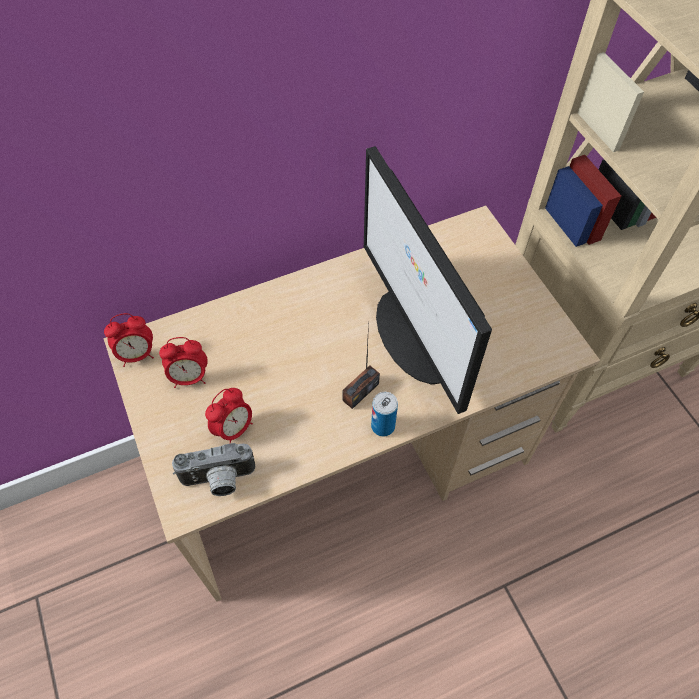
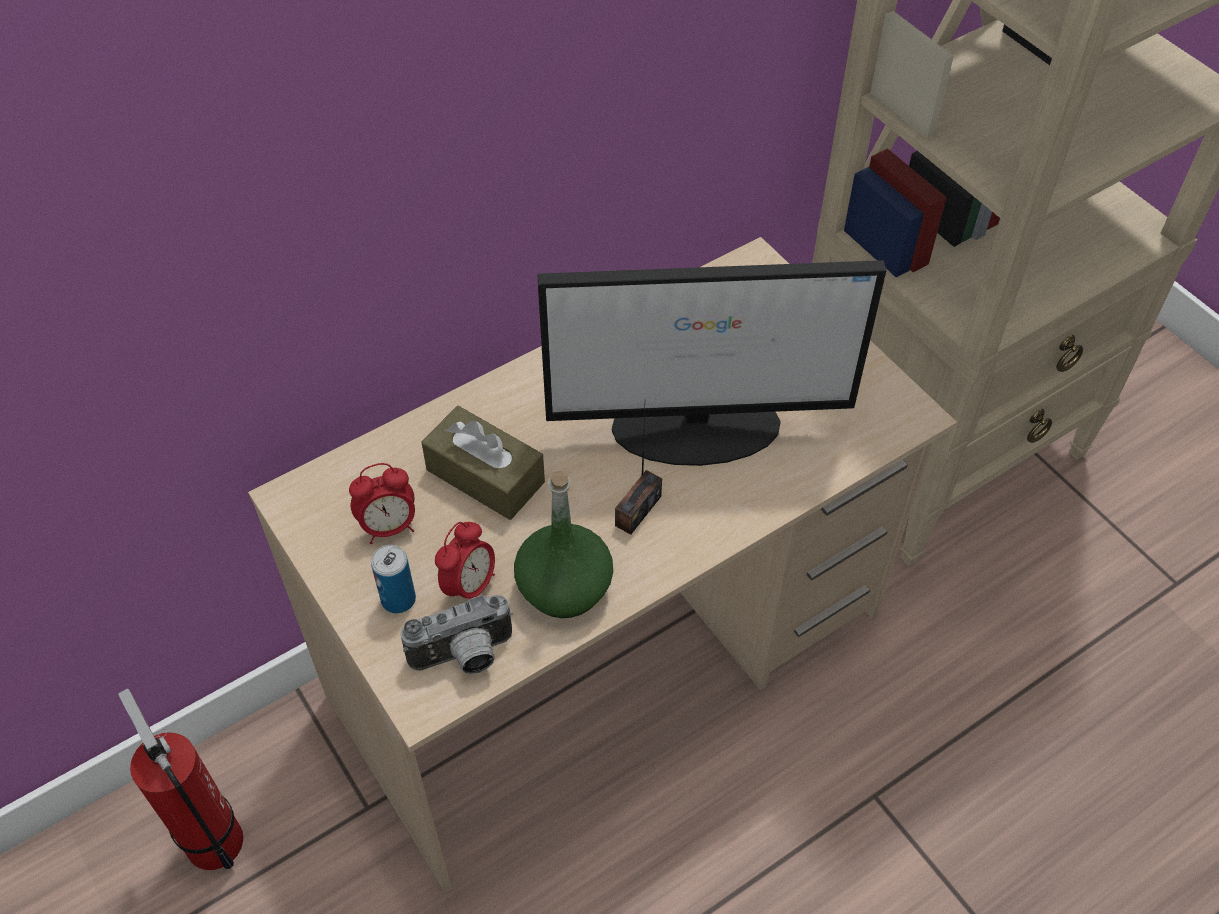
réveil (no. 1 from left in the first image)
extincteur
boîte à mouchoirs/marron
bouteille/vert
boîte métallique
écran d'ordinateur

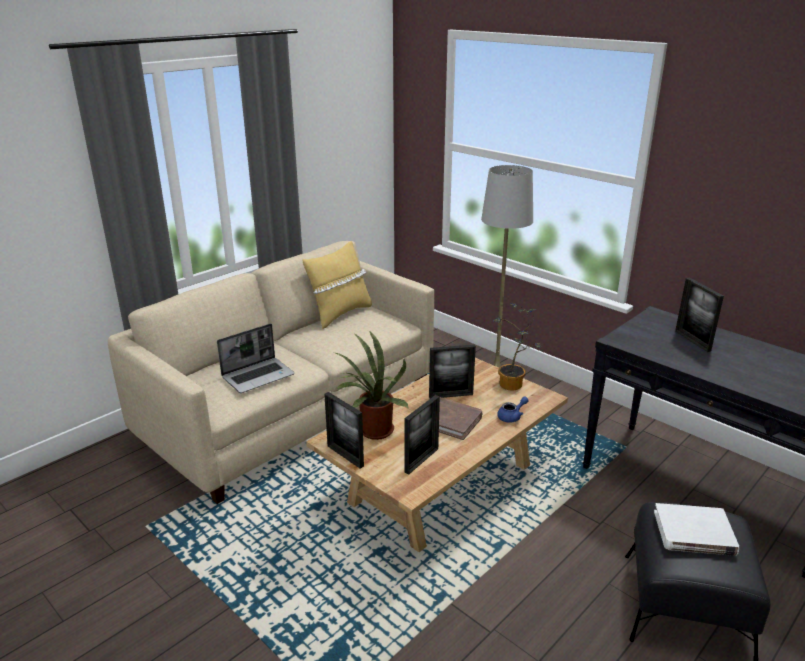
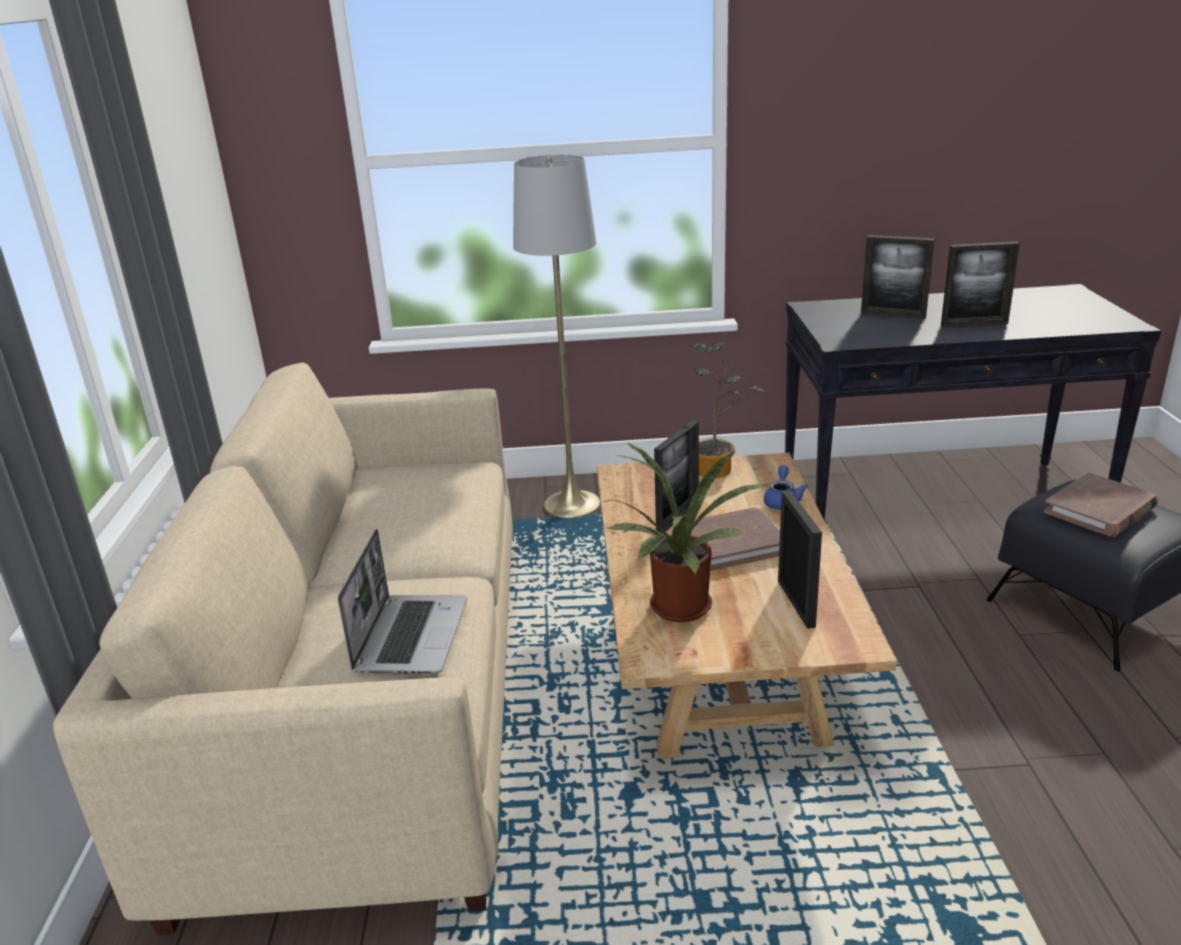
coussin/jaune
cadre photo (no. 4 from left)
livre/marron (no. 2 from left)

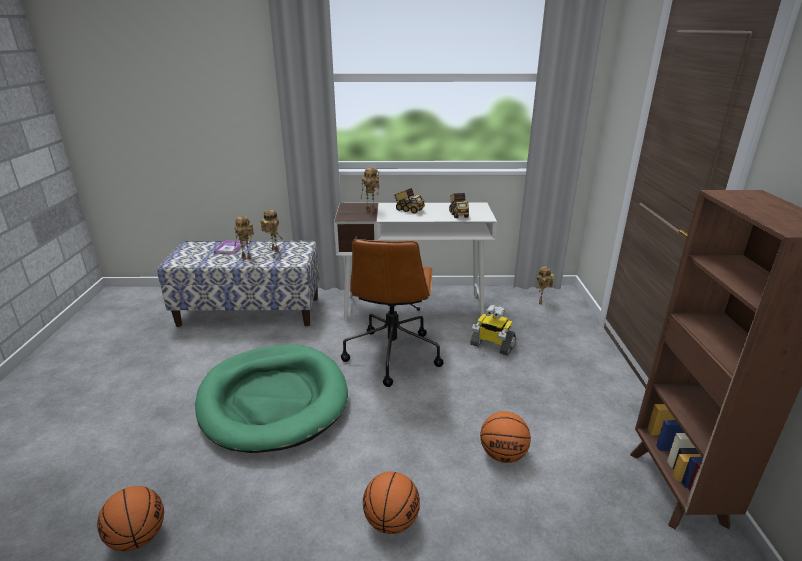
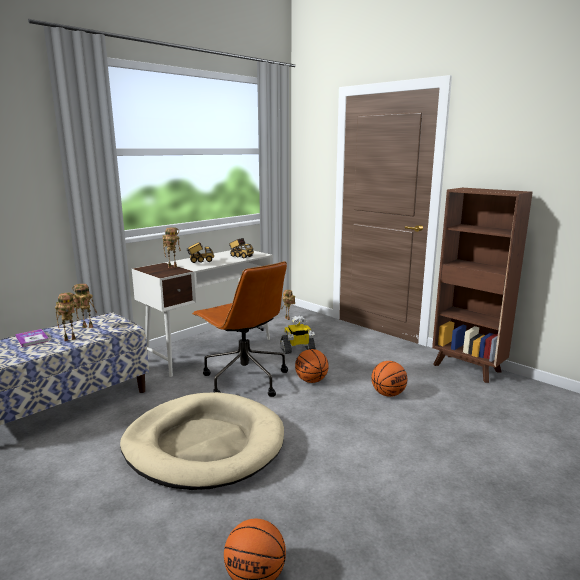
ballon de basket (no. 2 from left)
panier pour chien/beige

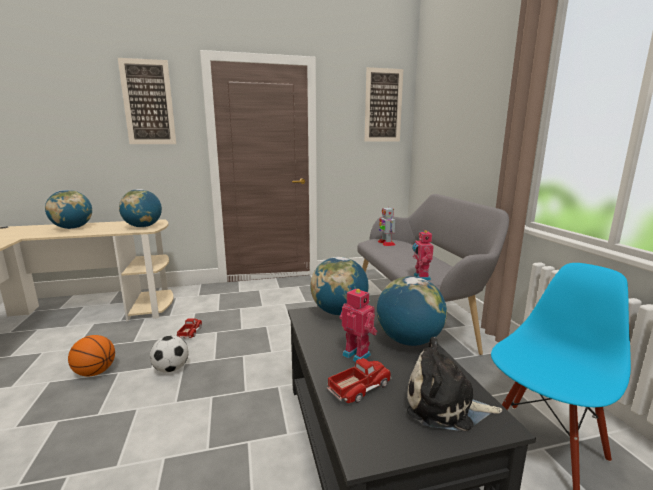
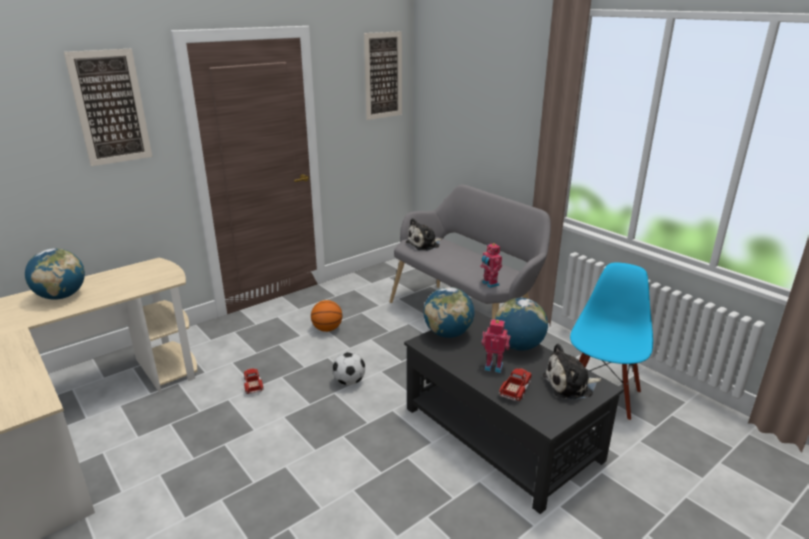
globe (no. 2 from left in the first image)
ballon de basket
ballon de foot
peluche (no. 1 from left)

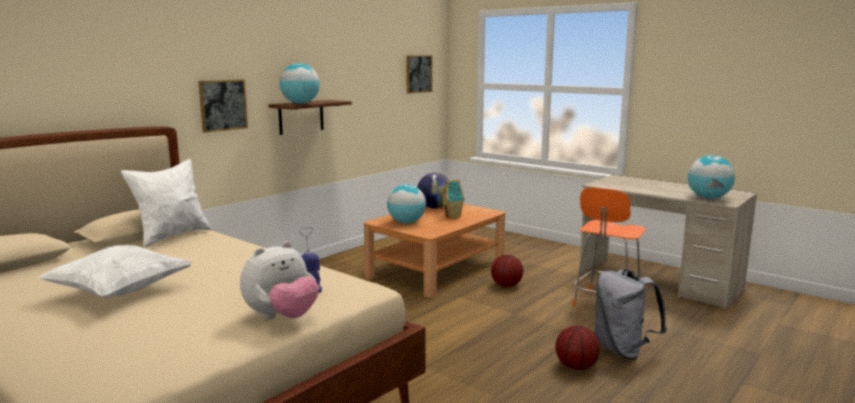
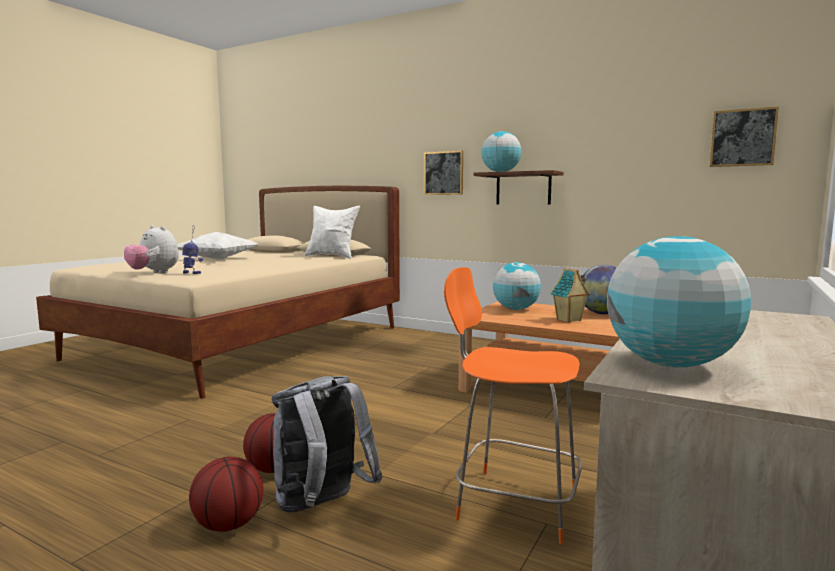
ballon de basket (no. 1 from left)

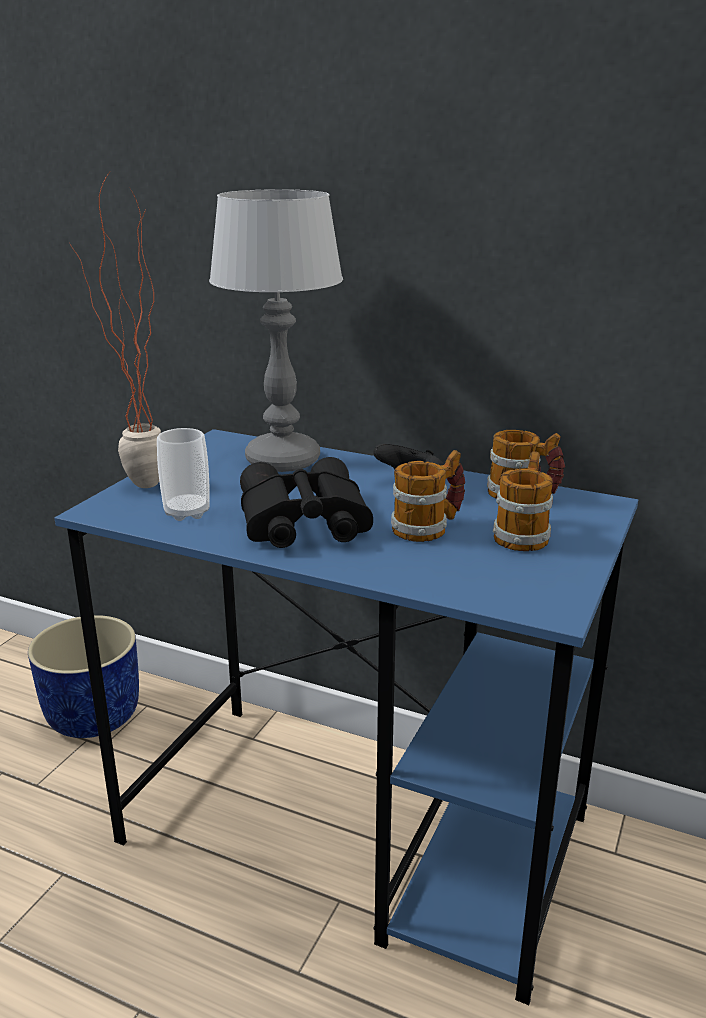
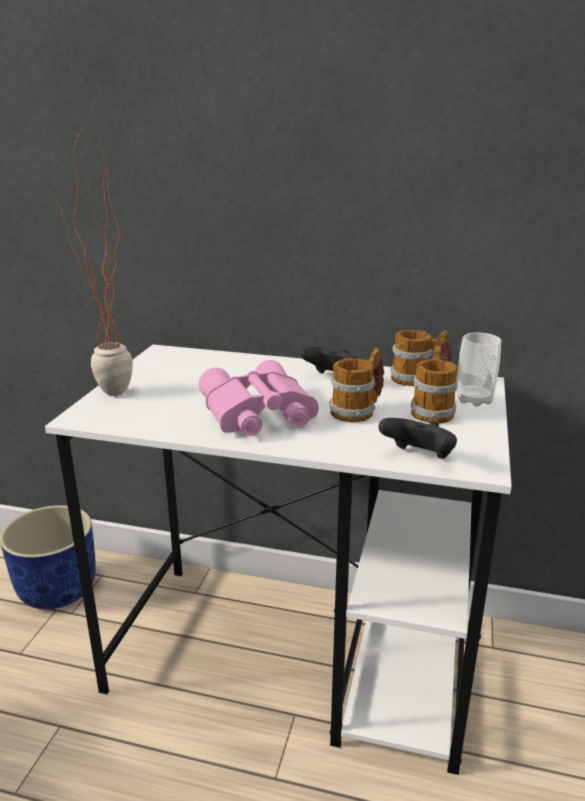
lampe de table
manette/noir (no. 2 from left)
tasse
bureau/blanc
jumelles/rose

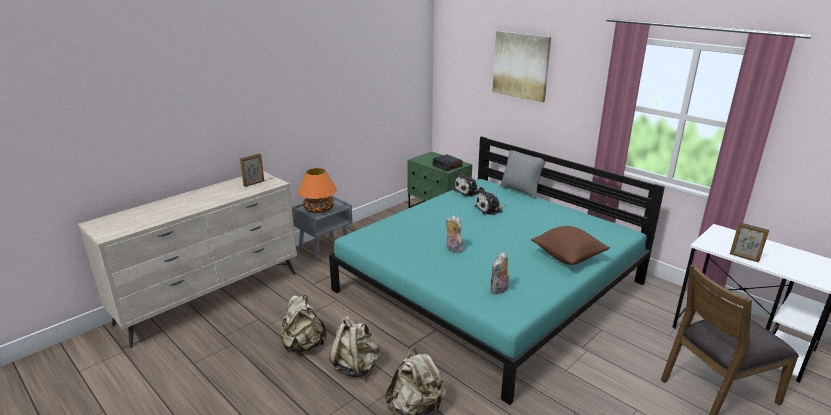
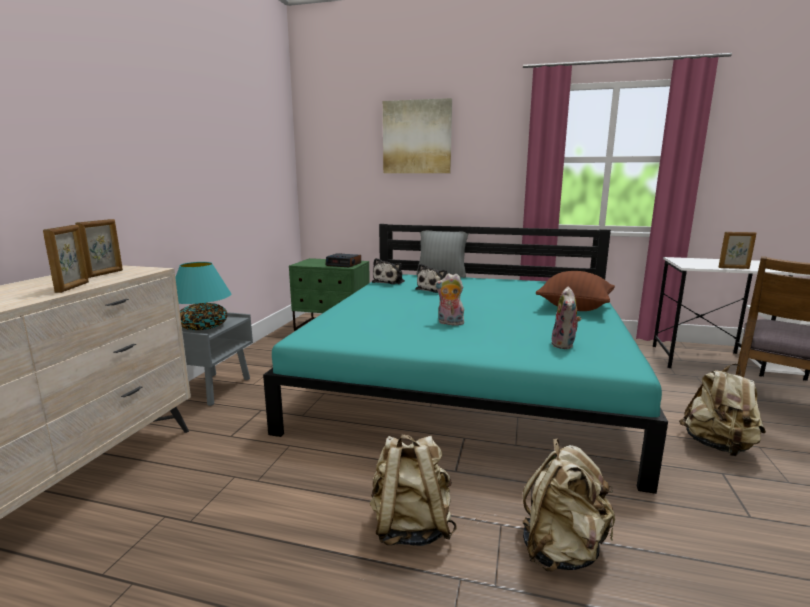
cadre photo (no. 1 from left)
sac à dos/beige (no. 3 from left)
lampe de table/turquoise

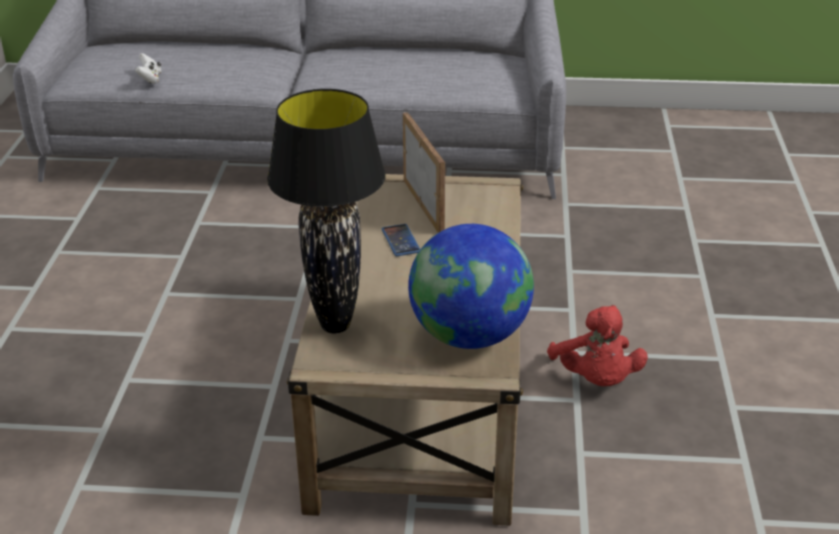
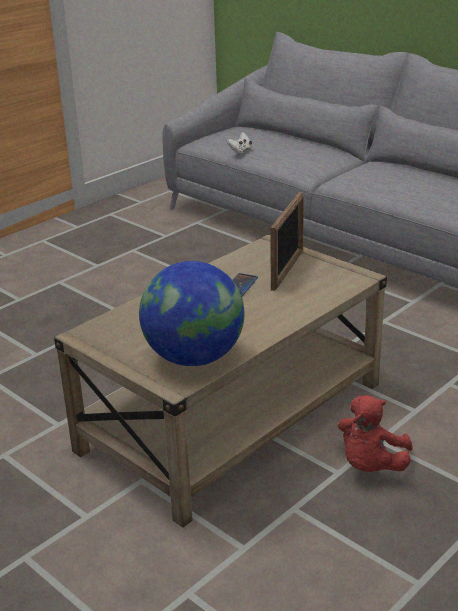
lampe de table/noir

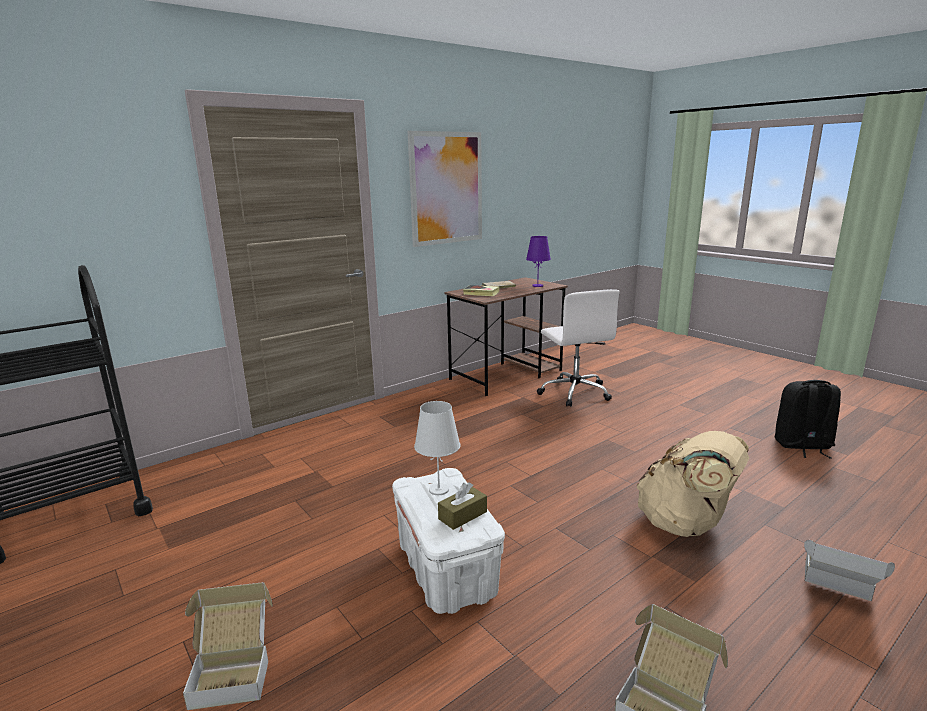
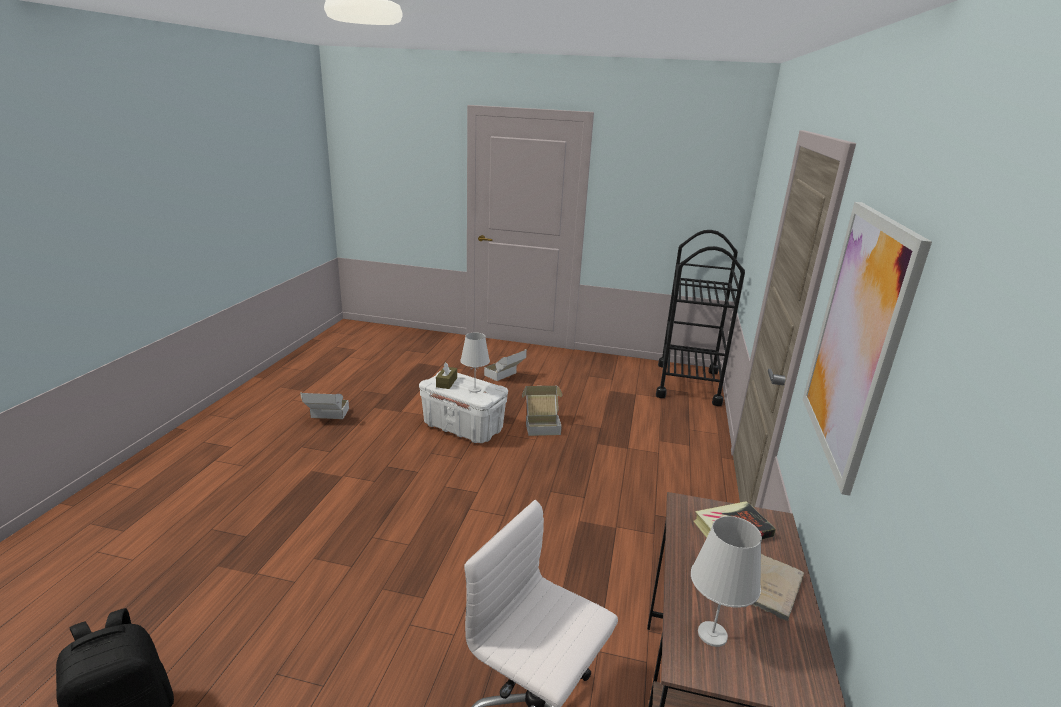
sac à dos/beige
carton (no. 3 from left)
lampe de table/blanc (no. 2 from left)

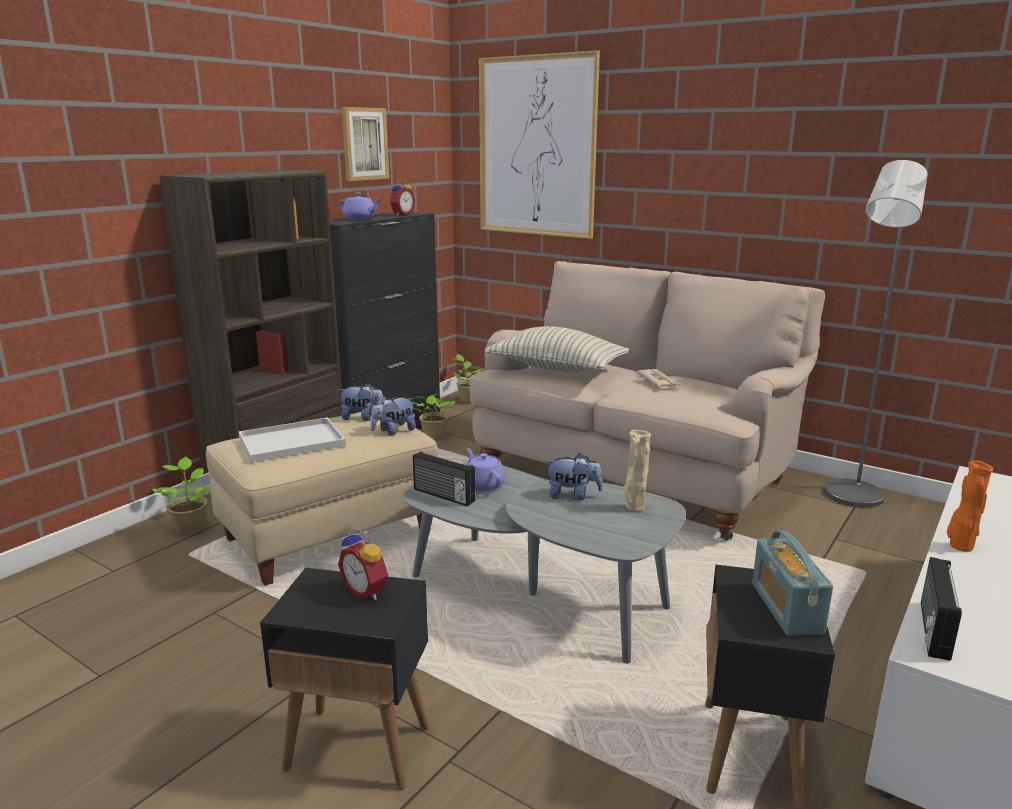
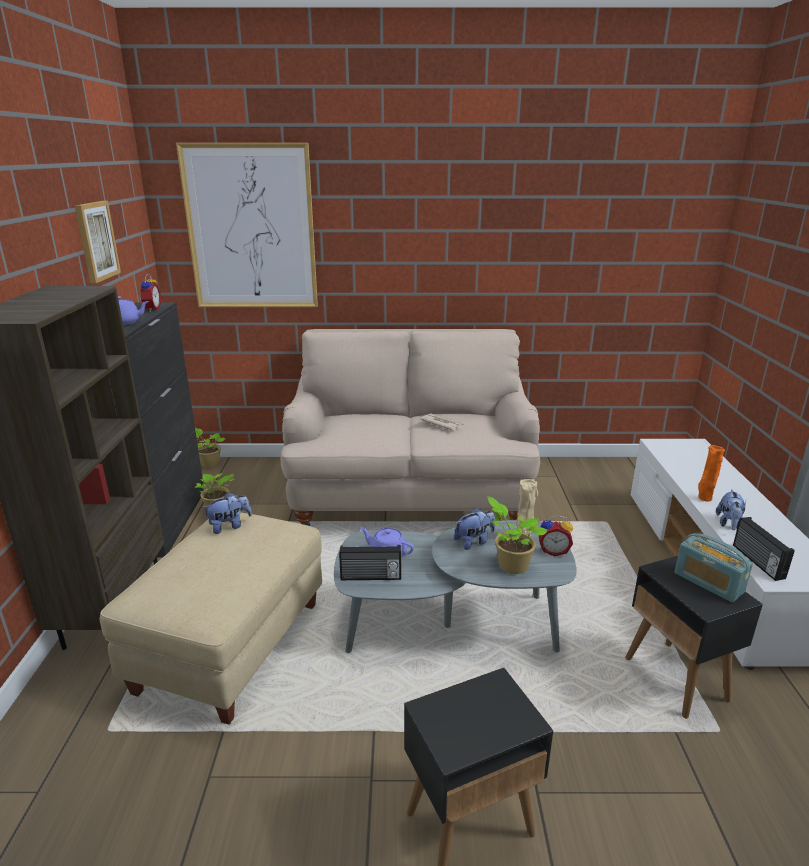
plateau/blanc
coussin
lampadaire/gris
plante en pot (no. 3 from left)
réveil (no. 2 from left)
peluche (no. 3 from left)

